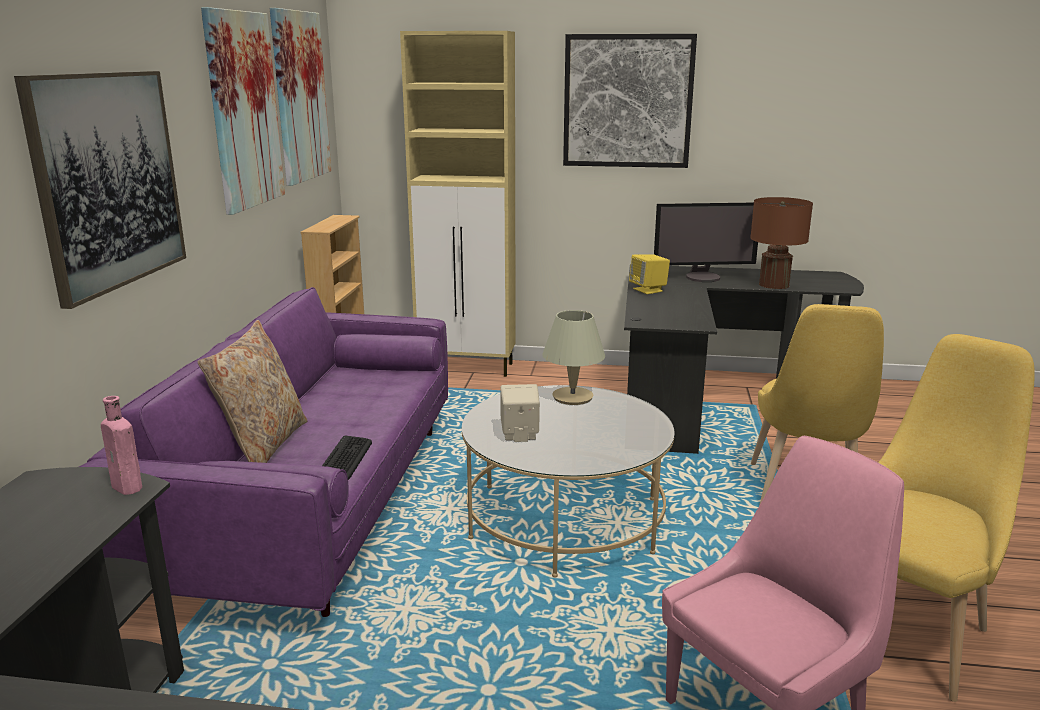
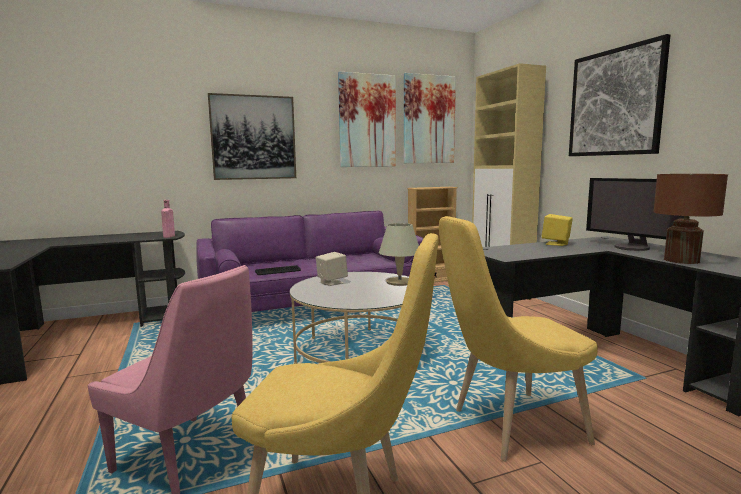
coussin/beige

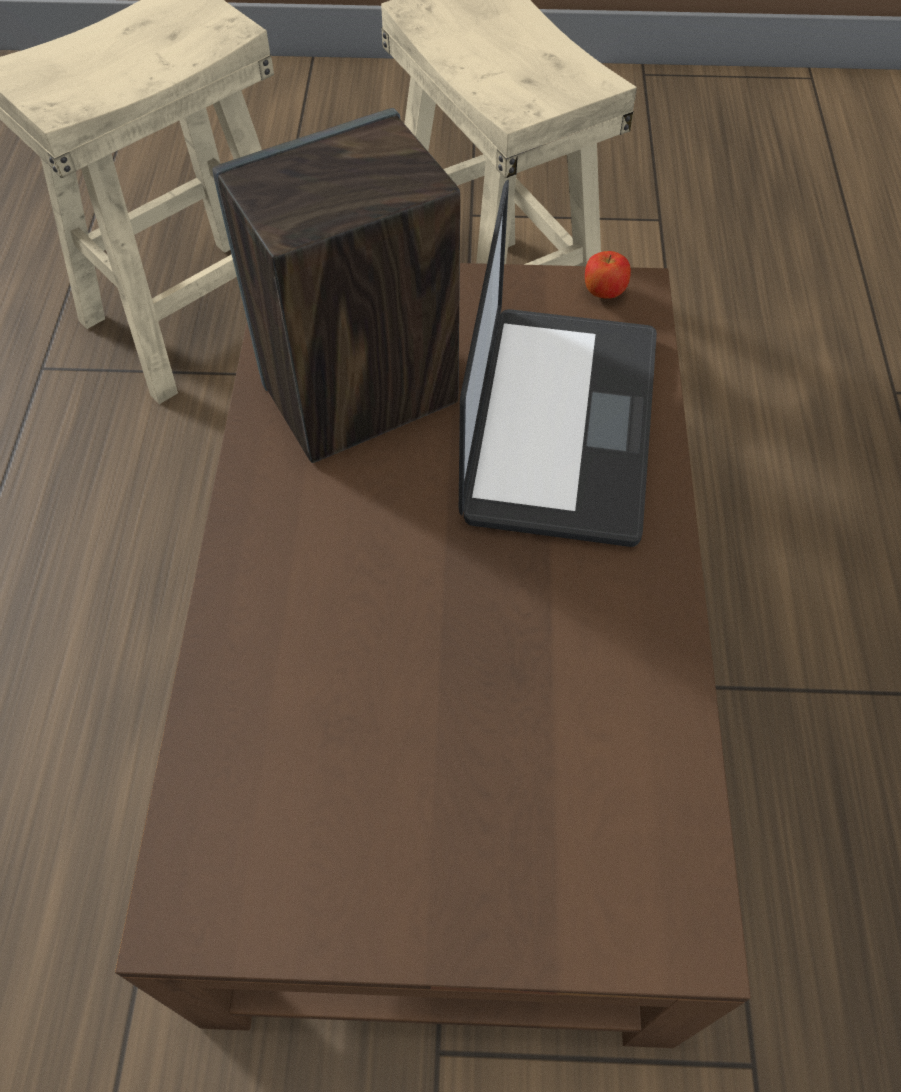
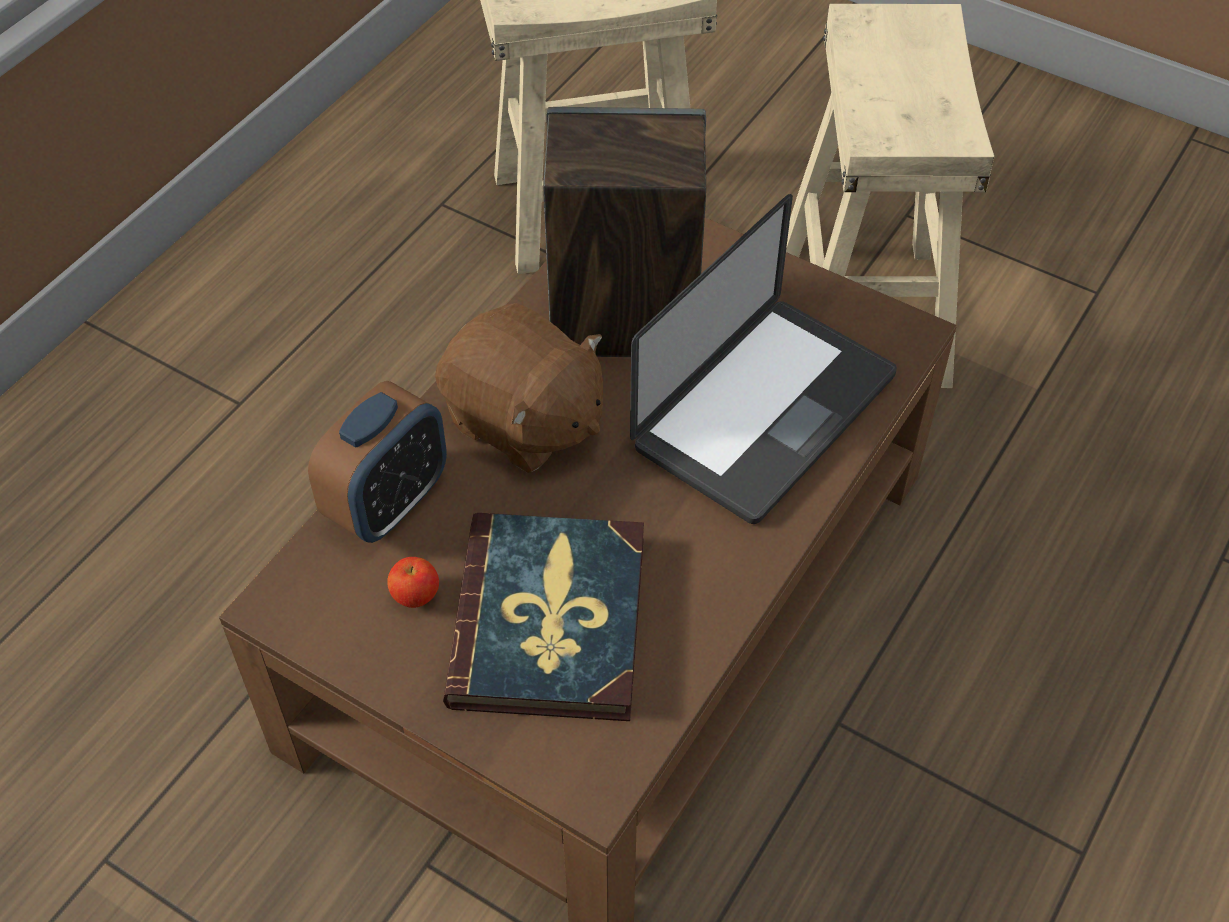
réveil
peluche/marron
livre
pomme

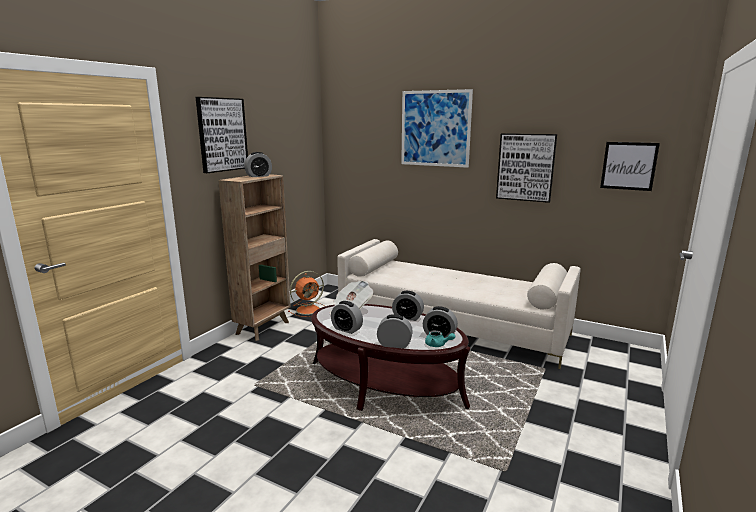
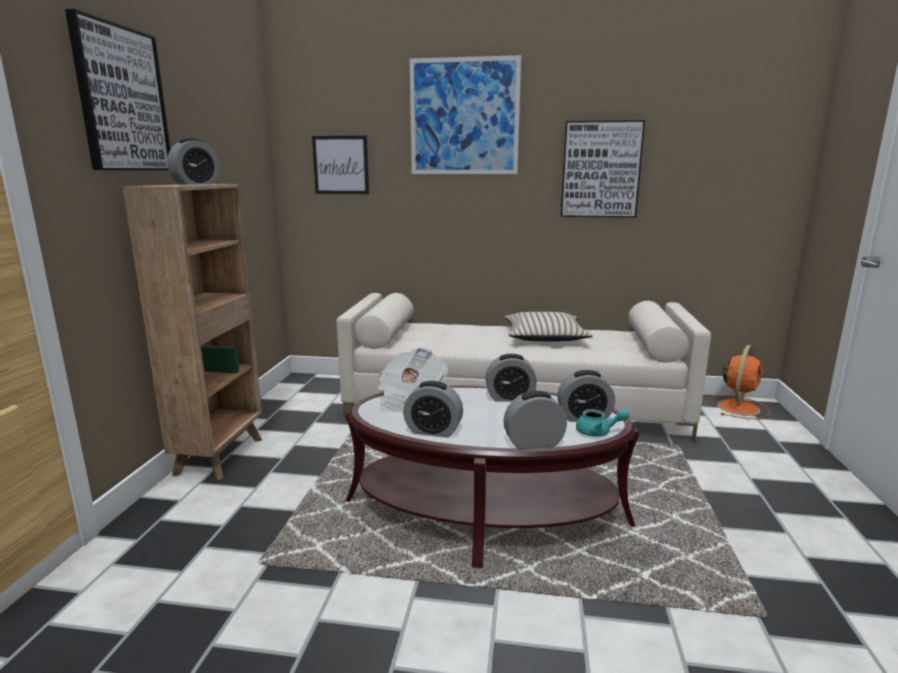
coussin/beige
ventilateur/orange
tableau (no. 2 from left)

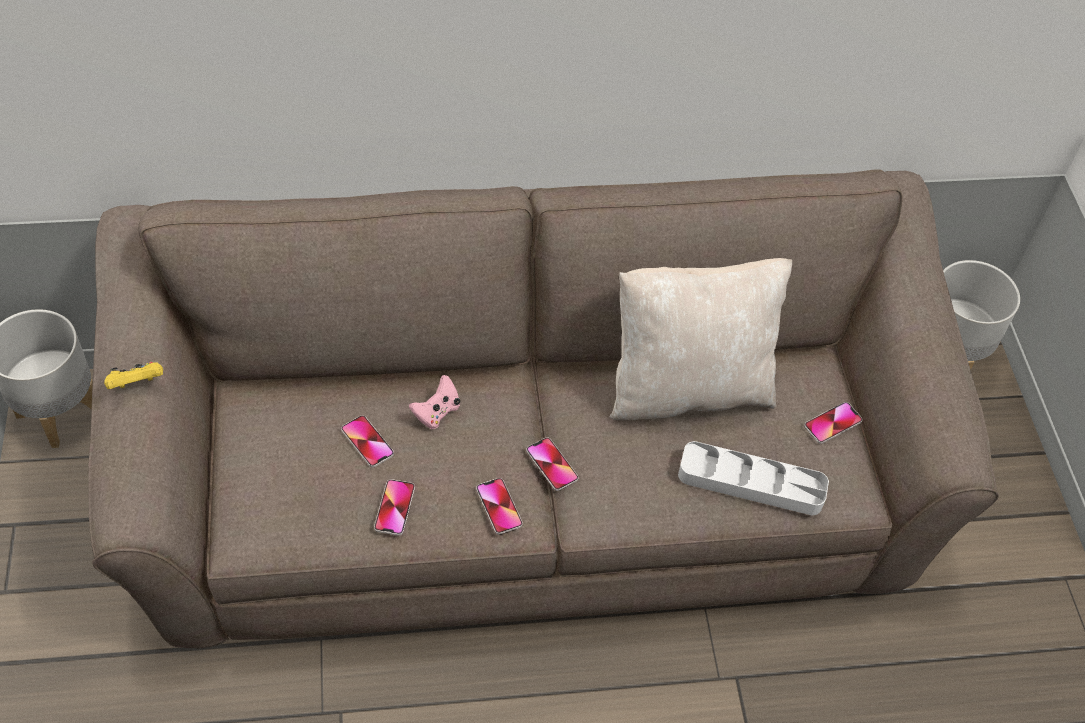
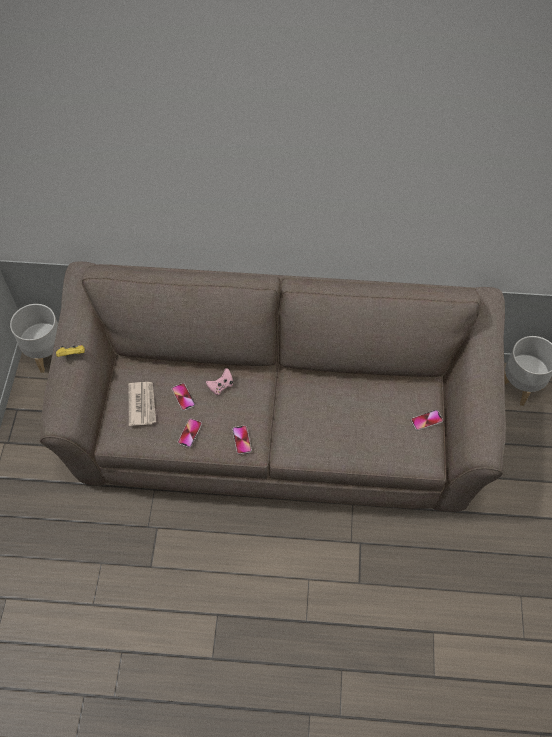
téléphone (no. 4 from left in the first image)
coussin/beige
plateau/gris
journal

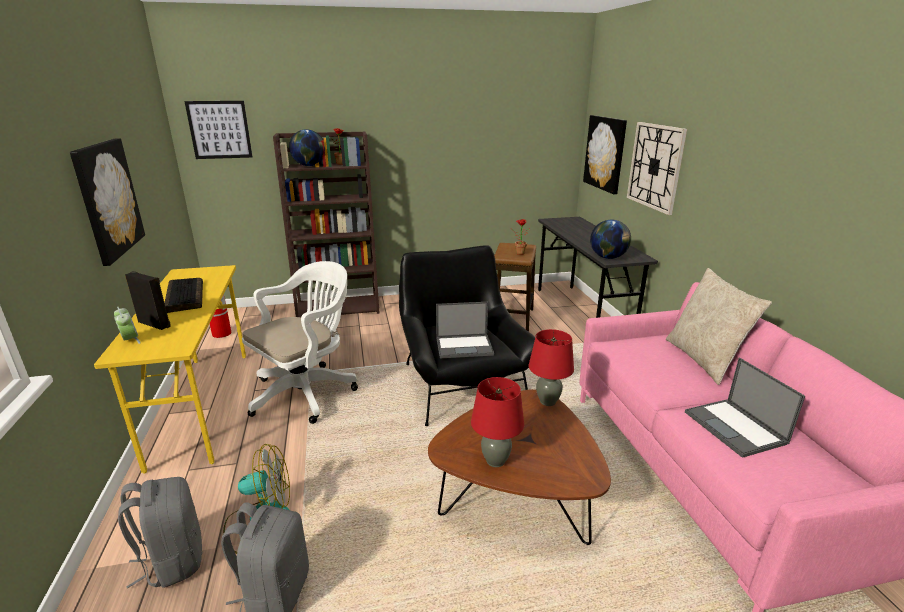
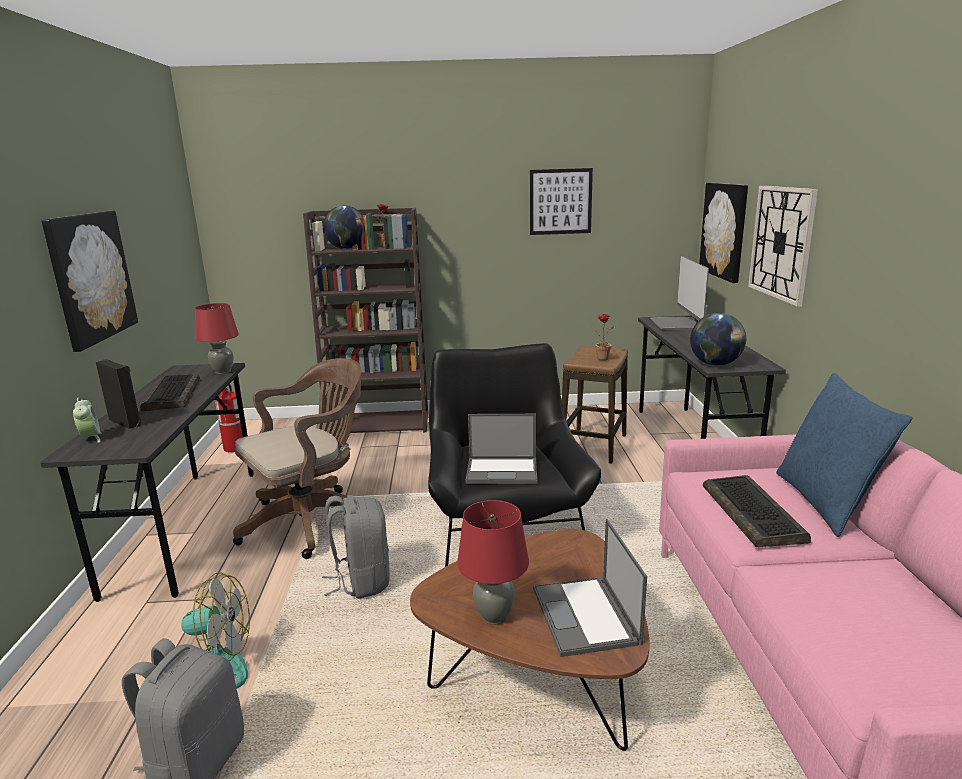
écran d'ordinateur
clavier (no. 2 from left)
sac à dos/gris (no. 2 from left)
tableau (no. 2 from left)
lampe de table/rouge (no. 1 from left)
ordinateur portable (no. 2 from left)
bureau/gris (no. 1 from left)
chaise de bureau/marron
coussin/bleu

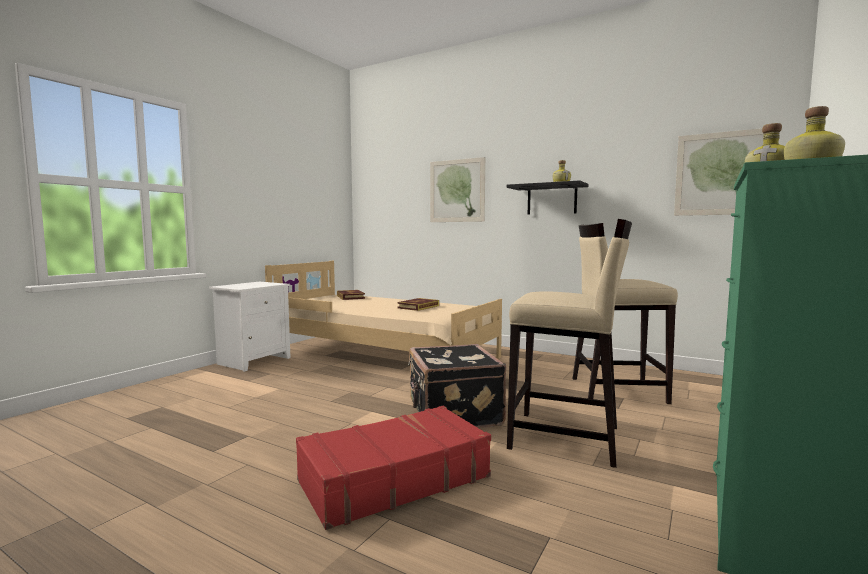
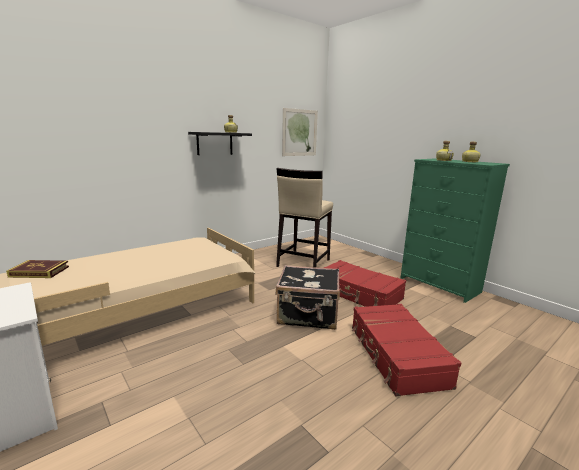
livre (no. 2 from left in the first image)
tableau (no. 1 from left in the first image)
valise/rouge (no. 1 from left)

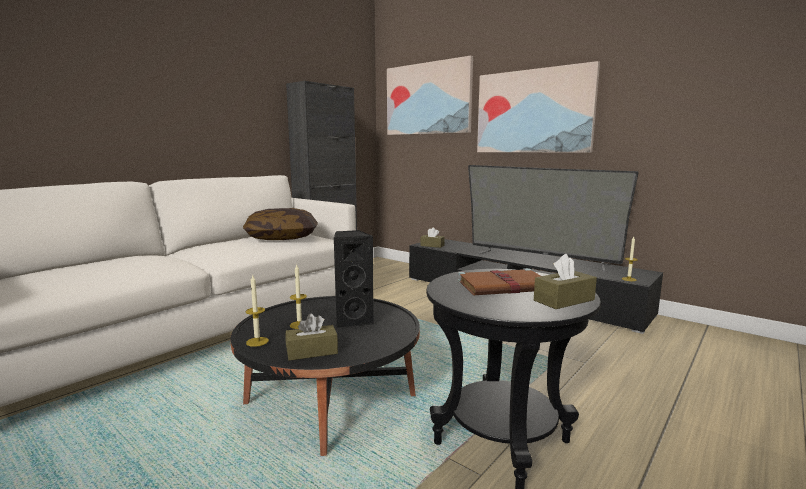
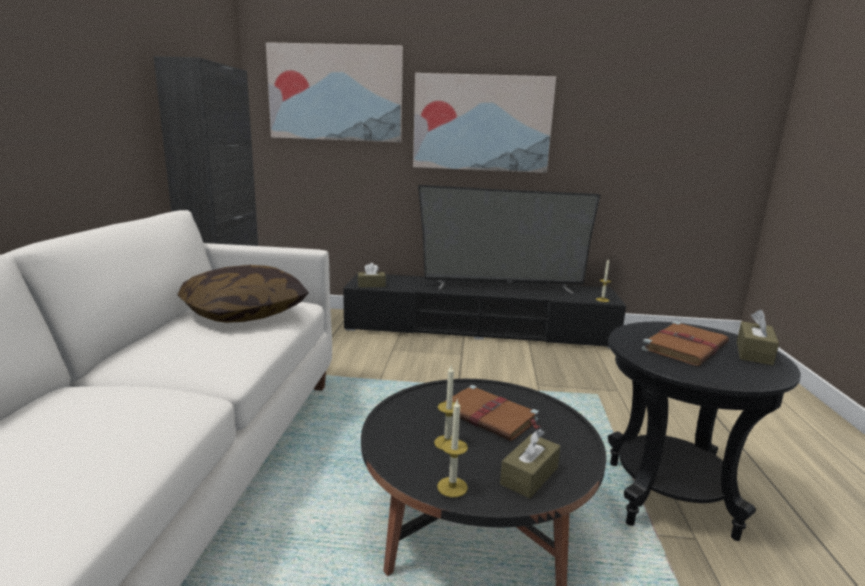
livre/marron (no. 1 from left)

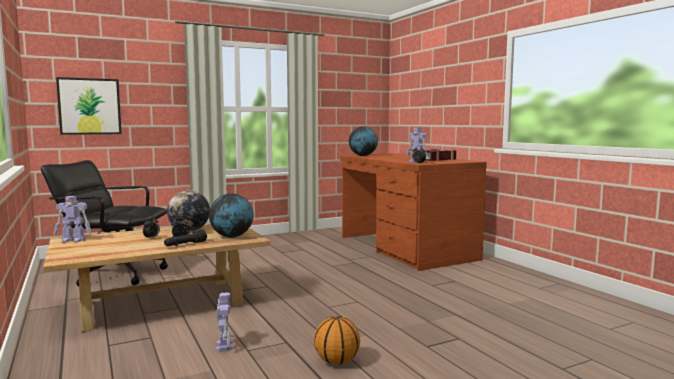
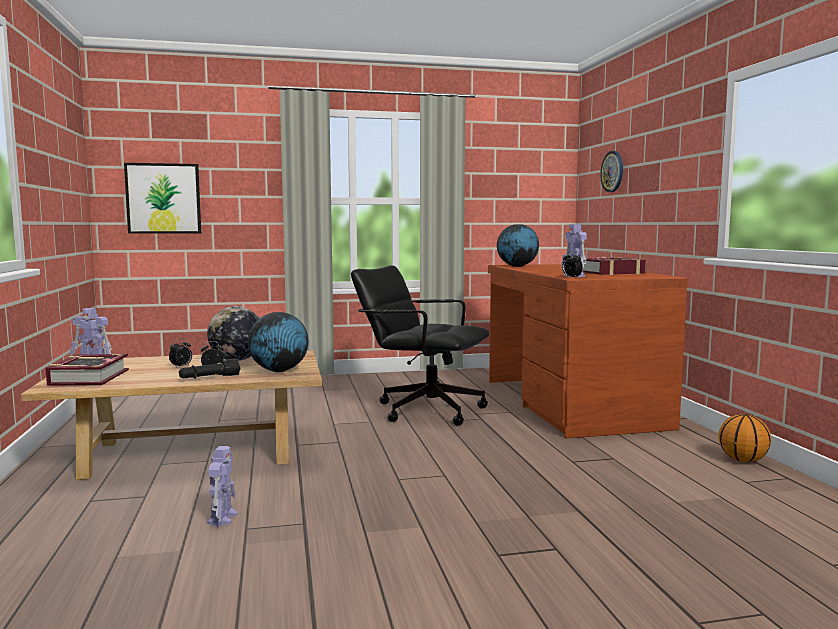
livre (no. 1 from left)
horloge murale
chaise de bureau/noir
ballon de basket

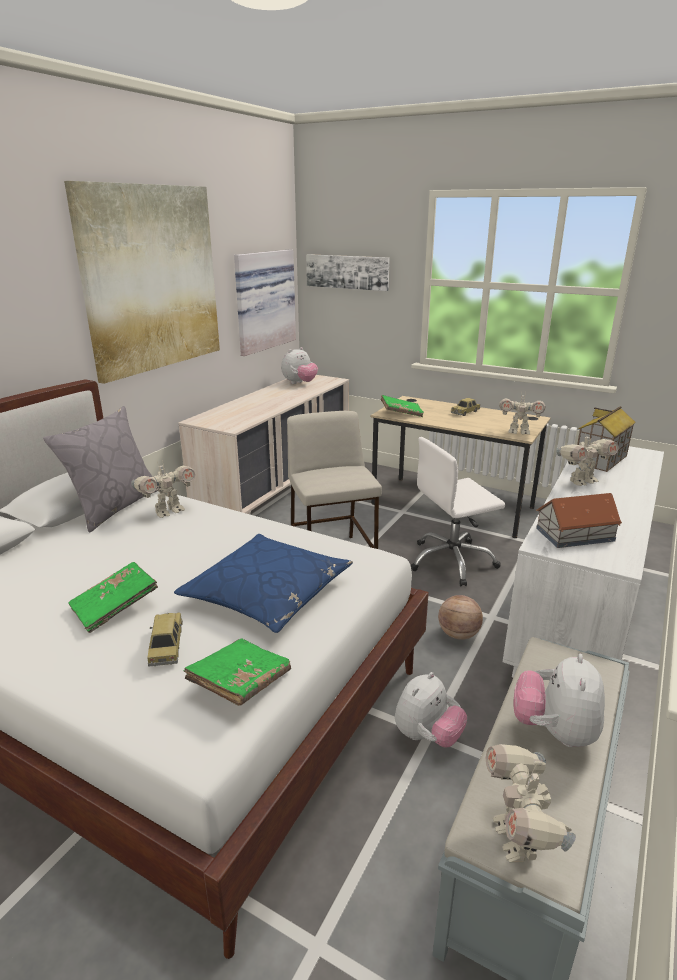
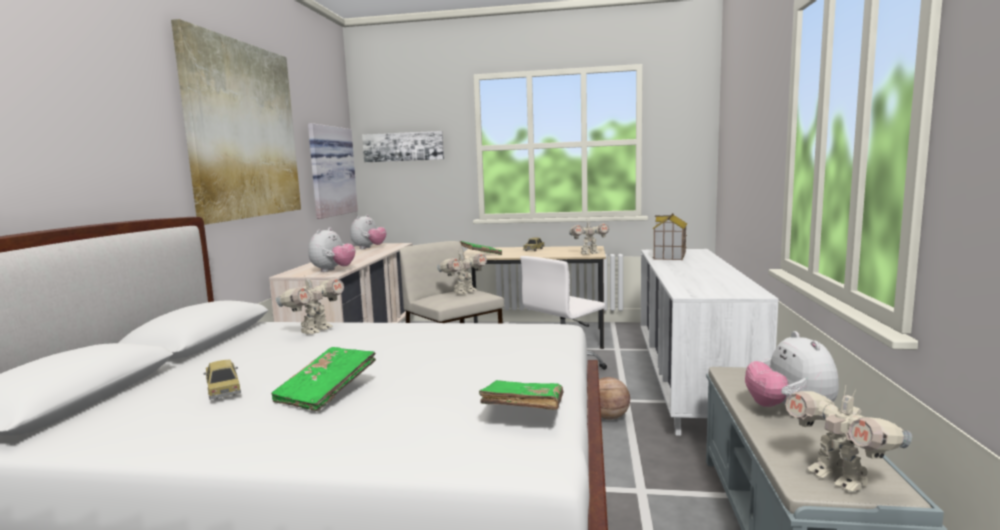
coussin/gris
coussin/bleu
maison miniature (no. 1 from left in the first image)
petite voiture (no. 1 from left)
peluche (no. 1 from left)
robot jouet (no. 2 from left)

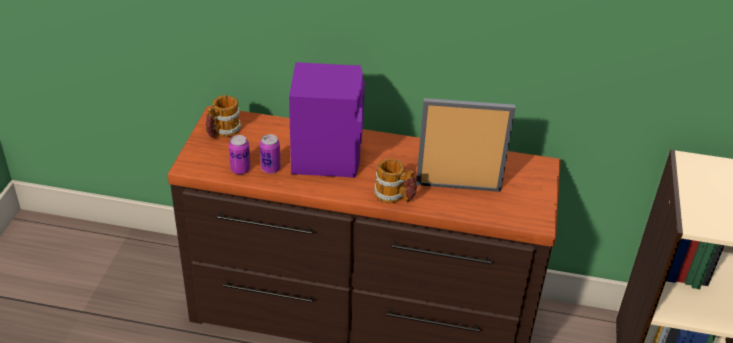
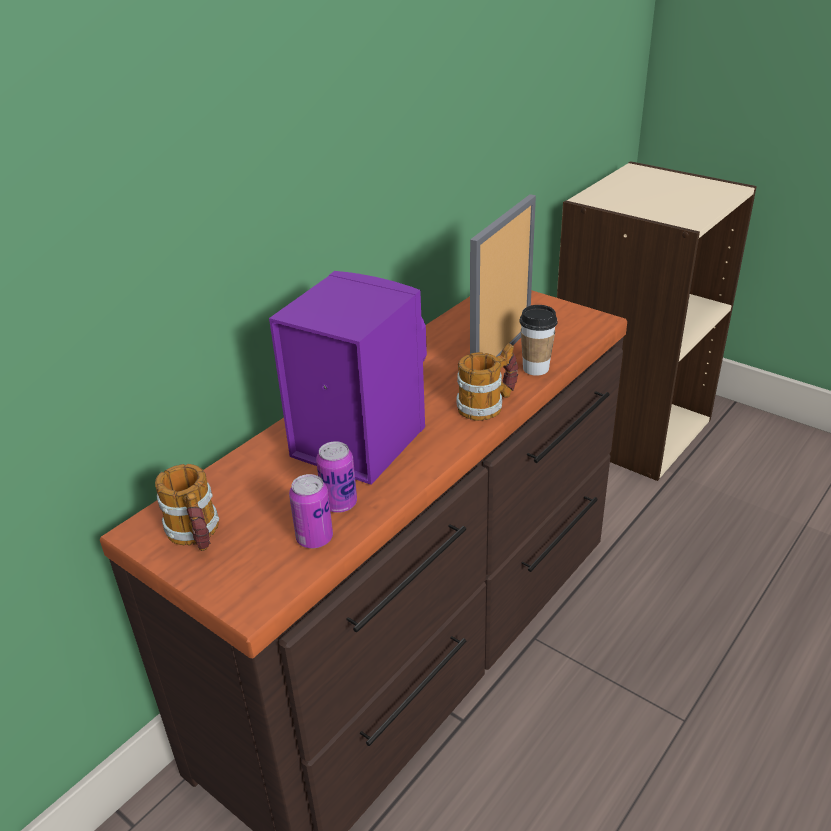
tasse

